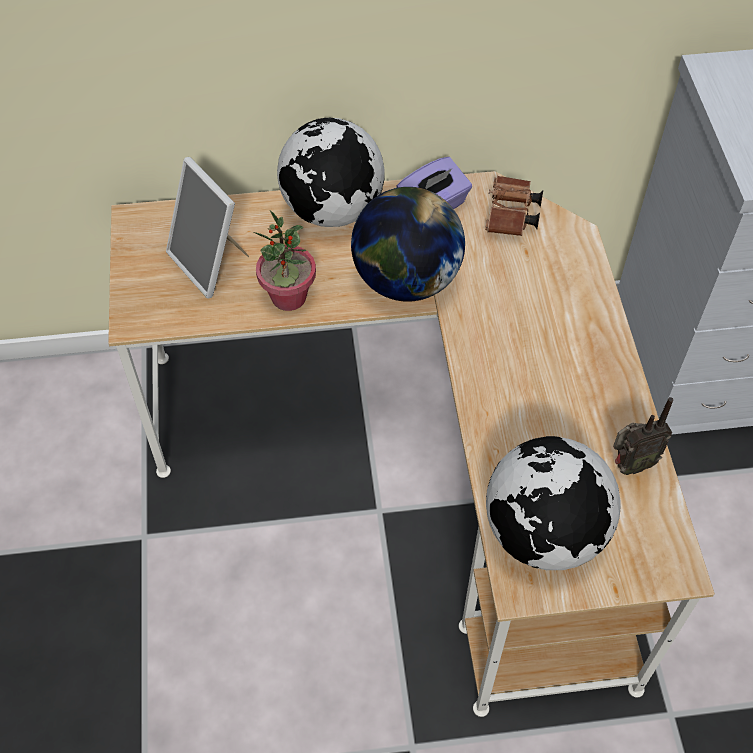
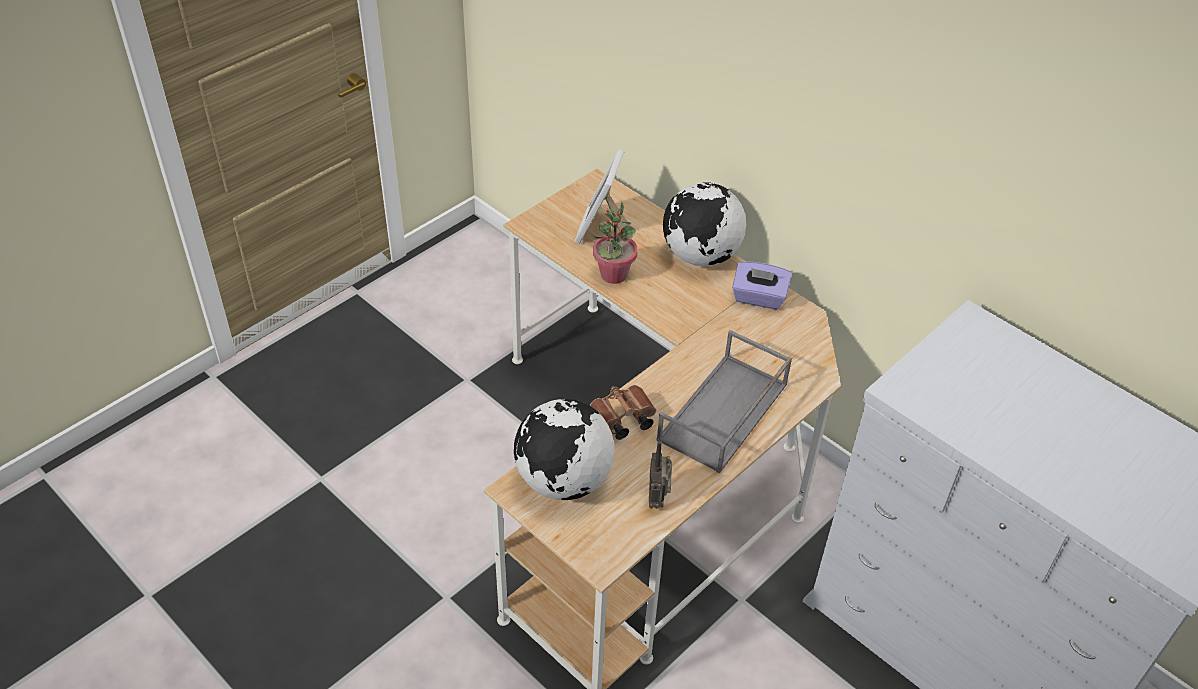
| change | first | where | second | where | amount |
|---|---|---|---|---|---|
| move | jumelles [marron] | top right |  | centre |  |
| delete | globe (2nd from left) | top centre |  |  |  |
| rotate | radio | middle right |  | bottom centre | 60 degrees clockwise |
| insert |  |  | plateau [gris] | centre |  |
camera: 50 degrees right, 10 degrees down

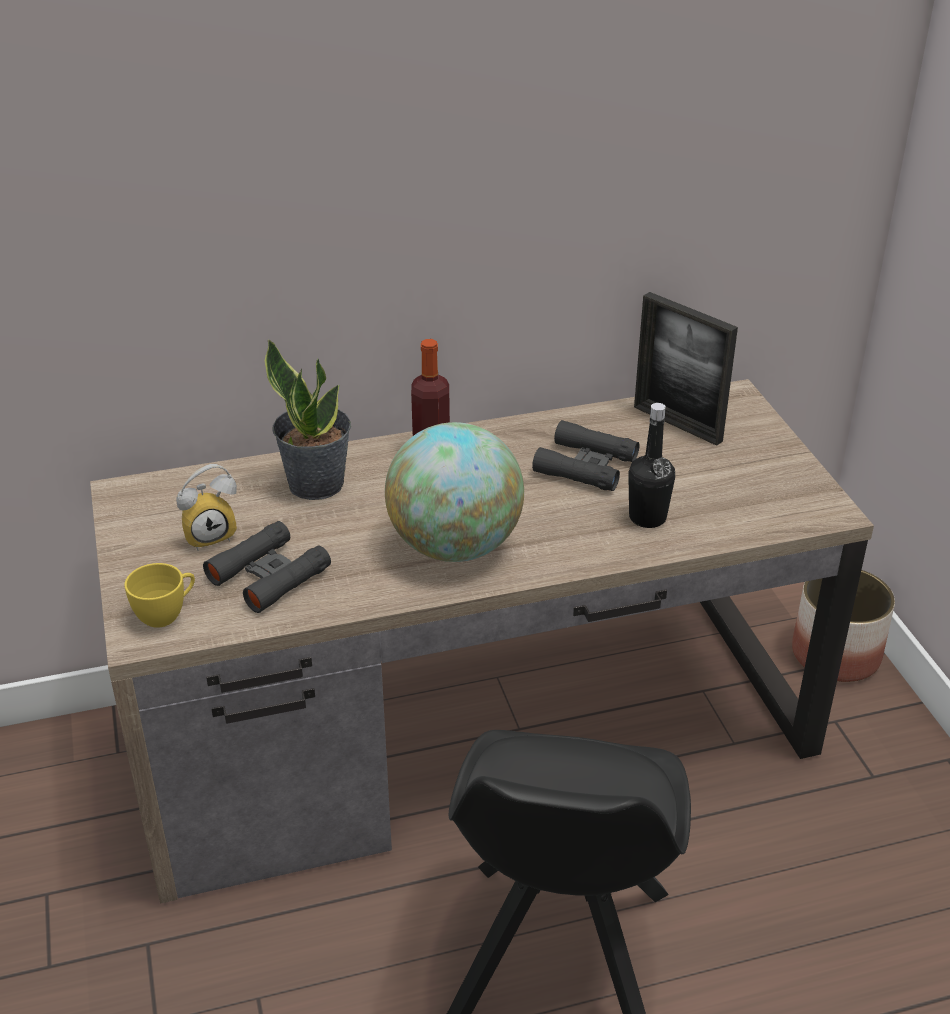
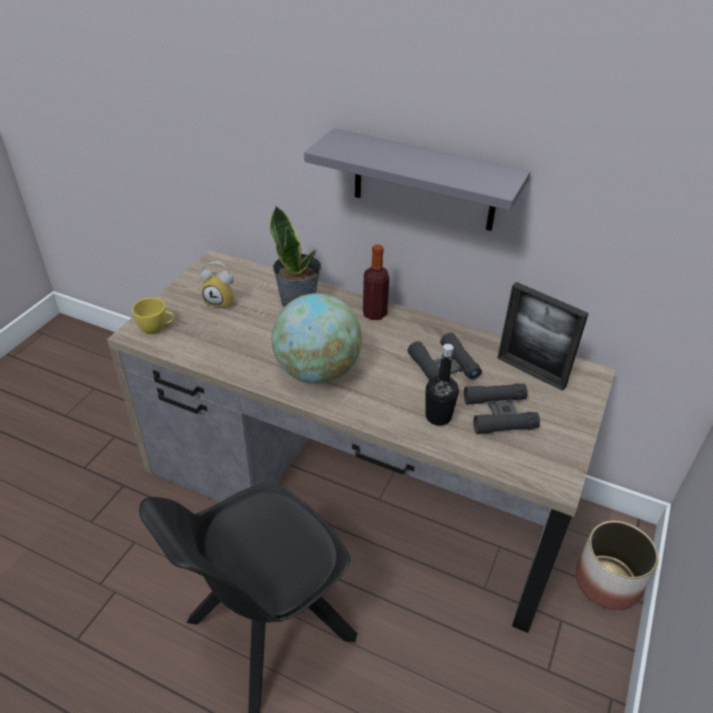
| change | first | where | second | where | amount |
|---|---|---|---|---|---|
| rotate | cadre photo | middle right |  | middle right | 45 degrees counterclockwise |
| move | jumelles [noir] (1st from left in the first image) | middle left | jumelles [noir] (2nd from left) | middle right |  |
| insert |  |  | étagère [gris] | top centre |  |
camera: 40 degrees right, 5 degrees up

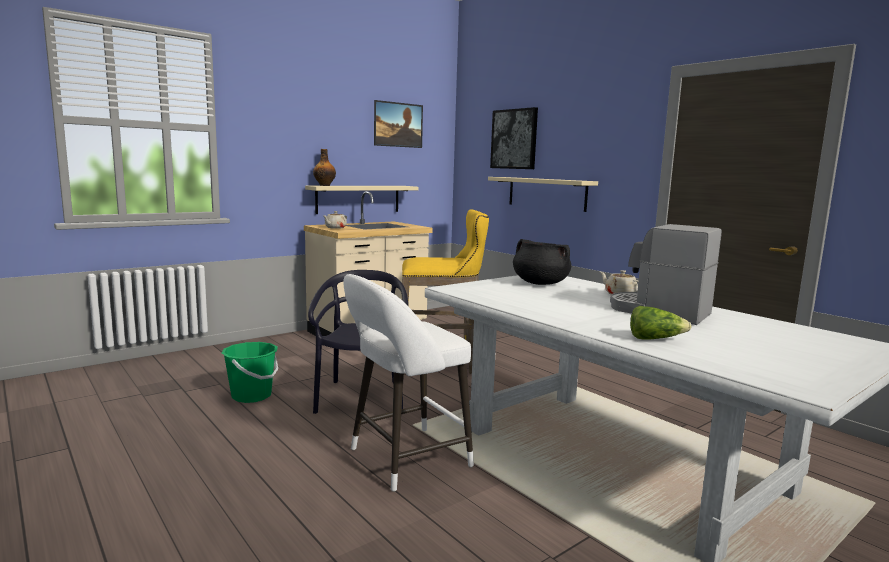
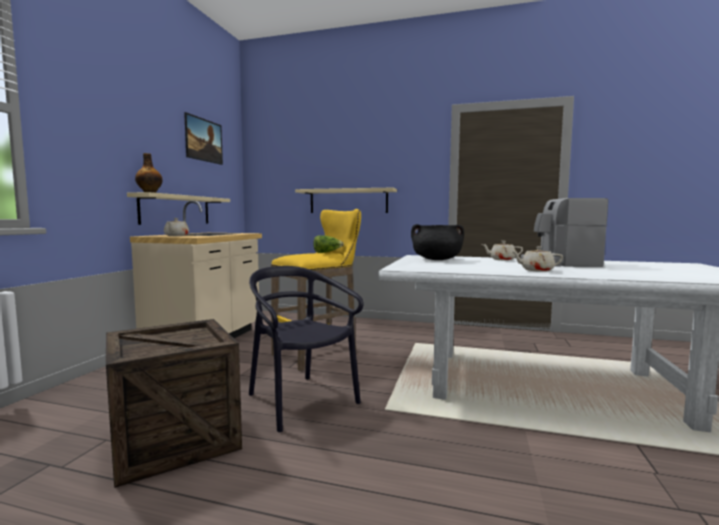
| change | first | where | second | where | amount |
|---|---|---|---|---|---|
| delete | tableau (2nd from left) | top centre |  |  |  |
| delete | tabouret [blanc] | bottom centre |  |  |  |
| move | laitue | middle right |  | centre |  |
| replace | seau [vert] | middle left | caisse | bottom left |  |
| insert |  |  | théière [beige] (3rd from left) | middle right |  |
camera: 35 degrees left, 5 degrees down

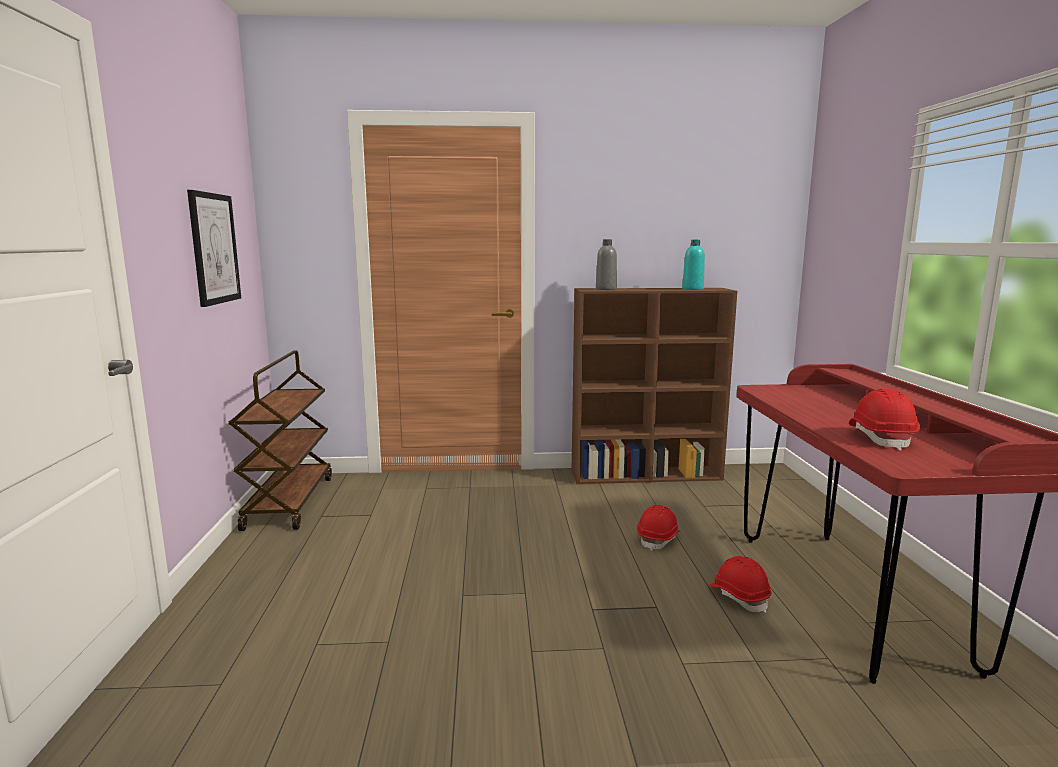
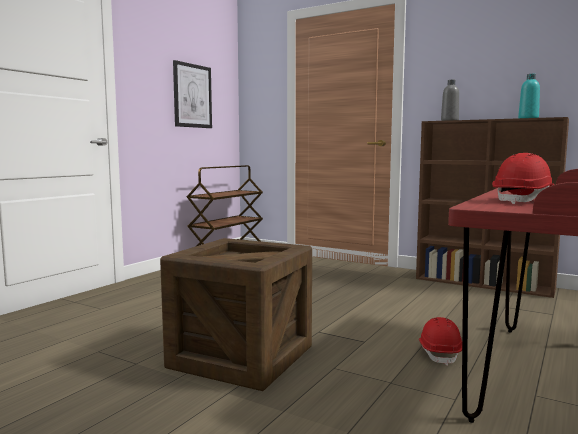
| change | first | where | second | where | amount |
|---|---|---|---|---|---|
| delete | casque de chantier [rouge] (1st from left) | bottom centre |  |  |  |
| insert |  |  | caisse | bottom centre |  |
camera: 35 degrees right, 5 degrees down

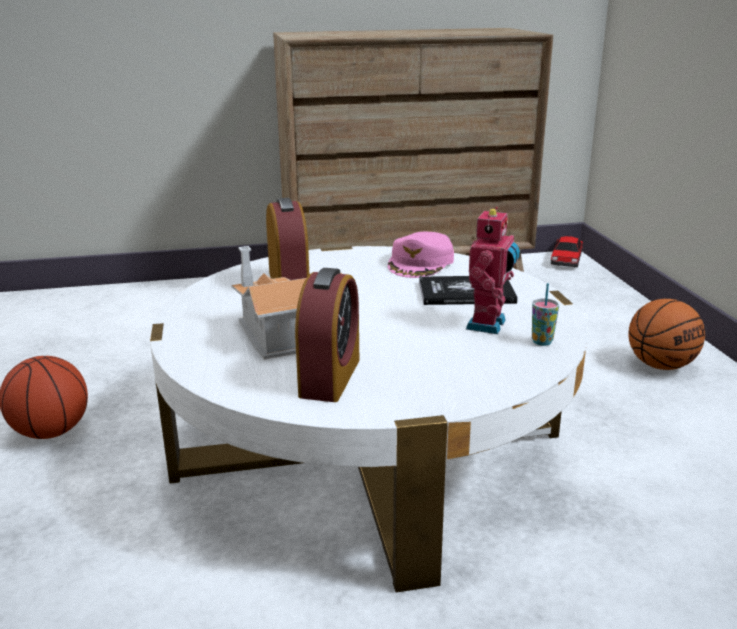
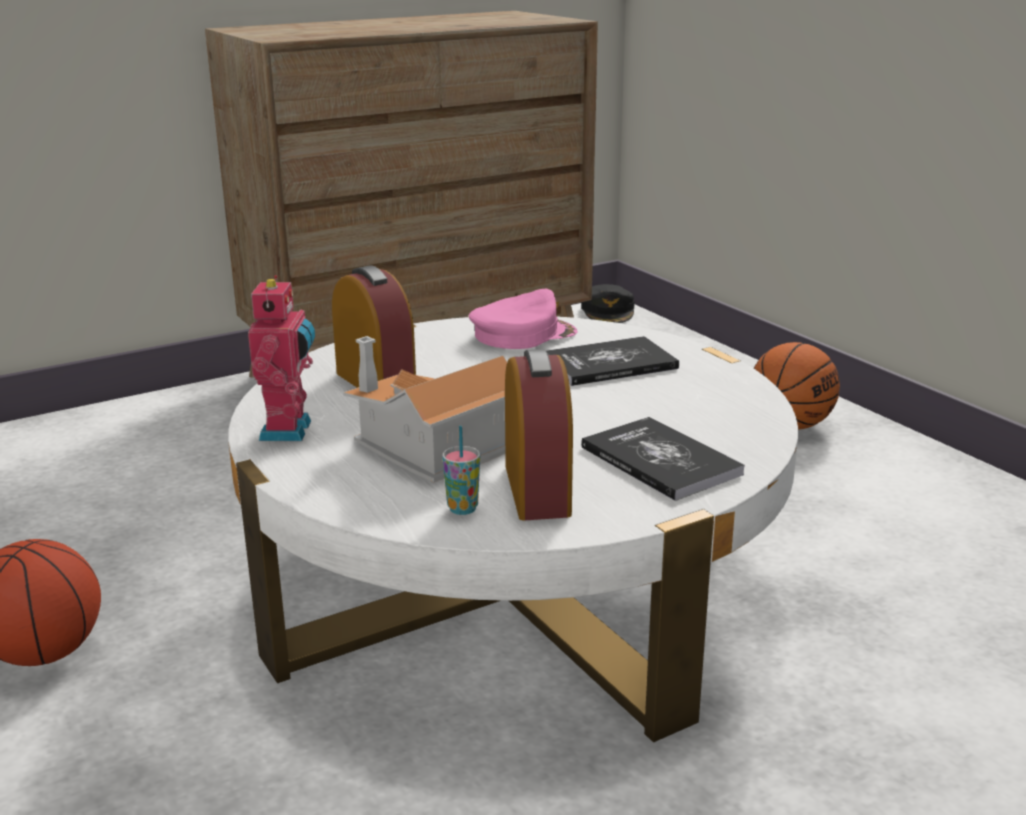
| change | first | where | second | where | amount |
|---|---|---|---|---|---|
| move | robot jouet | middle right |  | middle left |  |
| rotate | casquette [rose] | centre |  | centre | 120 degrees counterclockwise |
| replace | petite voiture | middle right | casquette [noir] | centre |  |
| move | tasse | middle right |  | centre |  |
| insert |  |  | livre (2nd from left) | centre |  |
camera: 20 degrees left, 0 degrees up

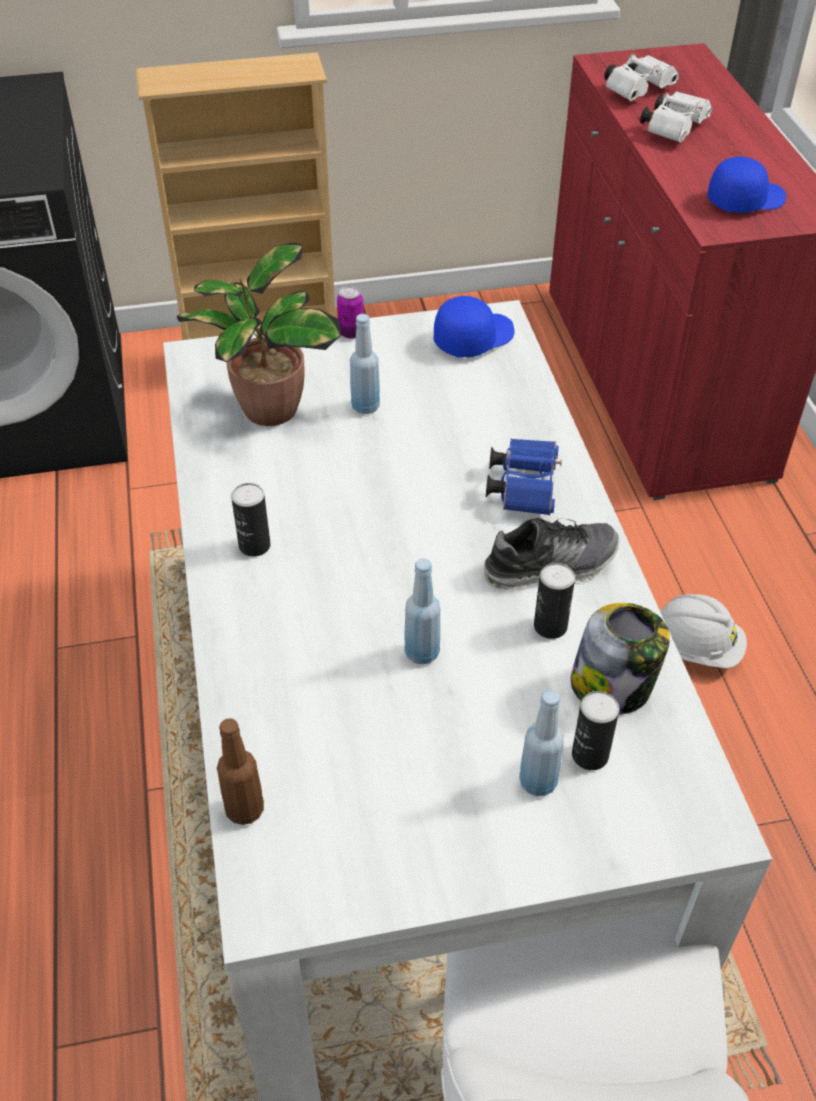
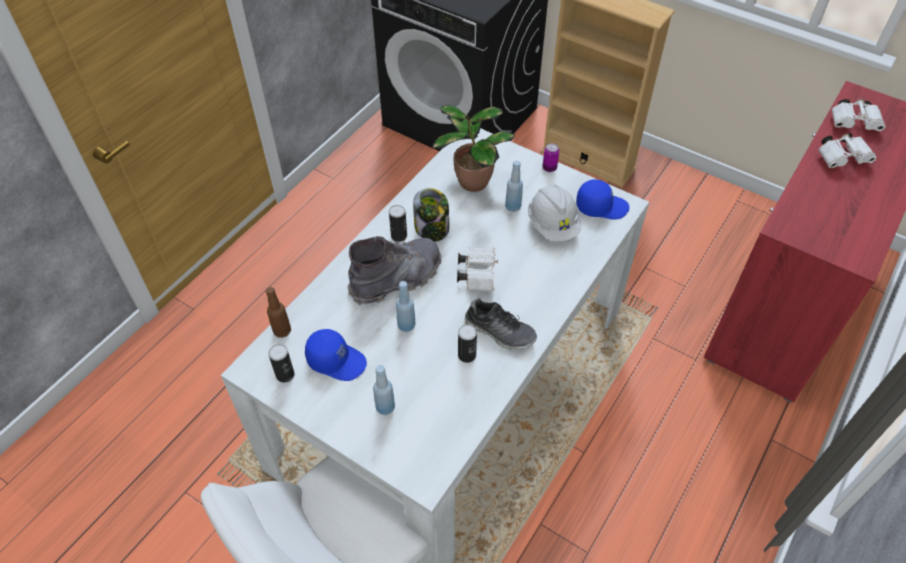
| change | first | where | second | where | amount |
|---|---|---|---|---|---|
| move | casquette [bleu] (2nd from left in the first image) | top right | casquette [bleu] (1st from left) | centre |  |
| delete | jumelles [bleu] | centre |  |  |  |
| move | casque de chantier [blanc] | middle right |  | centre |  |
| move | bocal | middle right |  | centre |  |
| move | boîte métallique (4th from left in the first image) | middle right | boîte métallique (1st from left) | middle left |  |
| insert |  |  | botte [gris] | centre |  |
| insert |  |  | jumelles [blanc] (1st from left) | centre |  |
camera: 45 degrees right, 5 degrees up

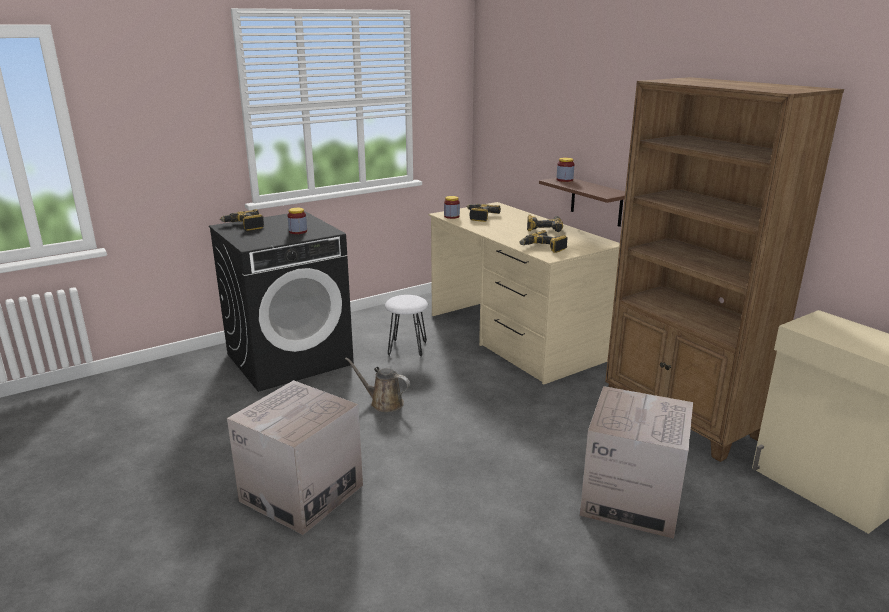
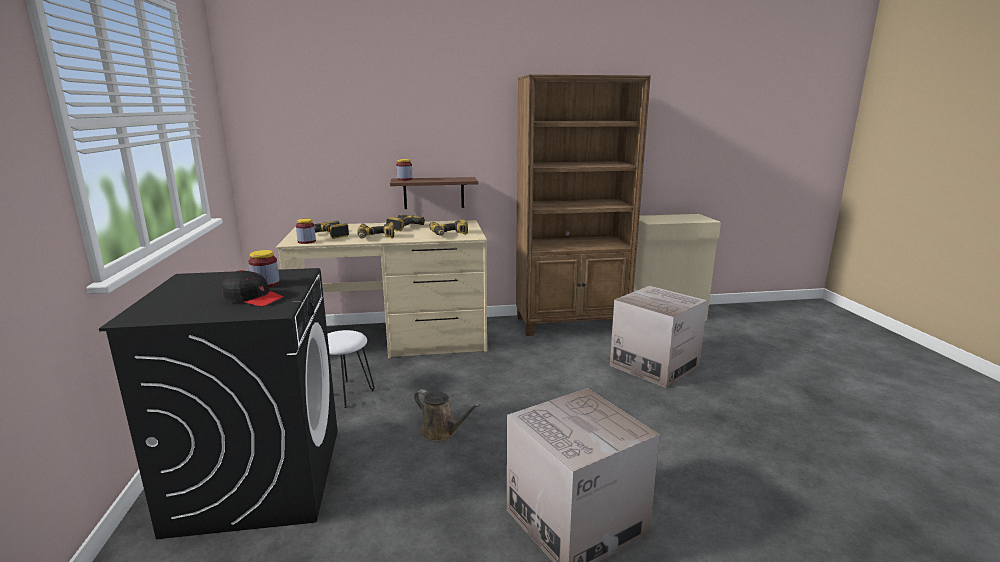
| change | first | where | second | where | amount |
|---|---|---|---|---|---|
| move | perceuse (1st from left in the first image) | middle left | perceuse (2nd from left) | centre |  |
| rotate | arrosoir [marron] | centre |  | bottom centre | 105 degrees counterclockwise |
| insert |  |  | casquette [noir] | middle left |  |
camera: 65 degrees left, 5 degrees down

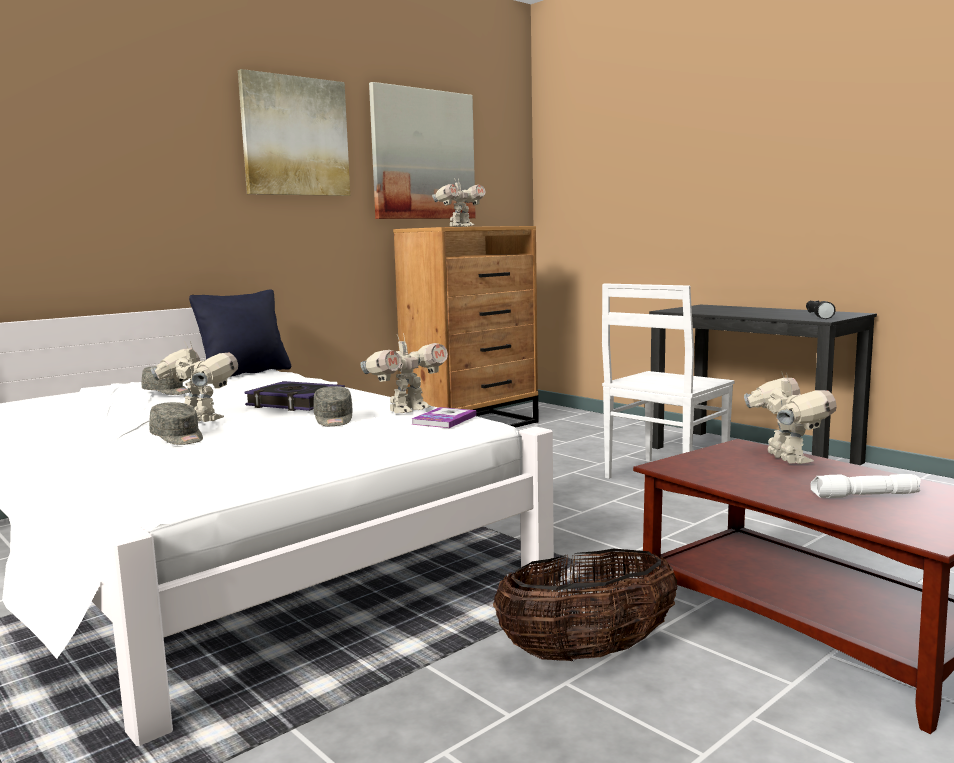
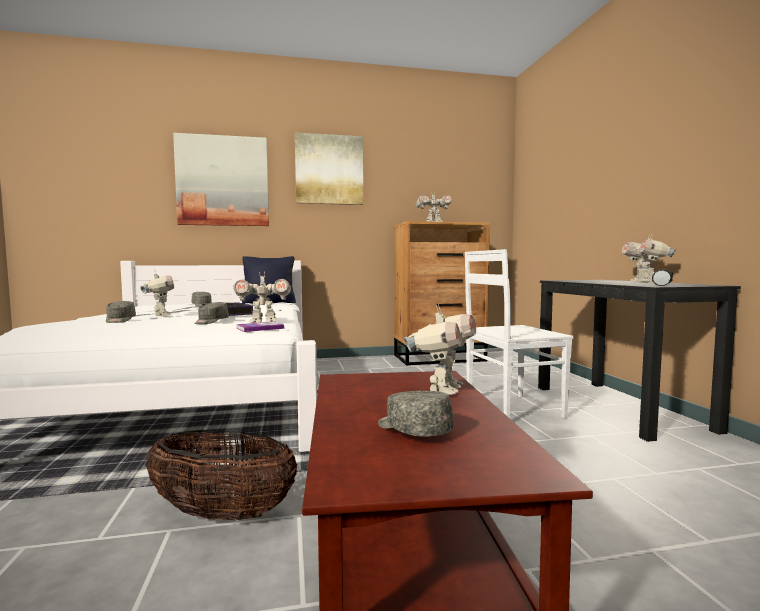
| change | first | where | second | where | amount |
|---|---|---|---|---|---|
| move | tableau (2nd from left in the first image) | top centre | tableau (1st from left) | top left |  |
| replace | lampe de poche [blanc] | middle right | casquette [gris] (4th from left) | bottom centre |  |
| insert |  |  | robot jouet (5th from left) | middle right |  |
camera: 30 degrees right, 5 degrees down

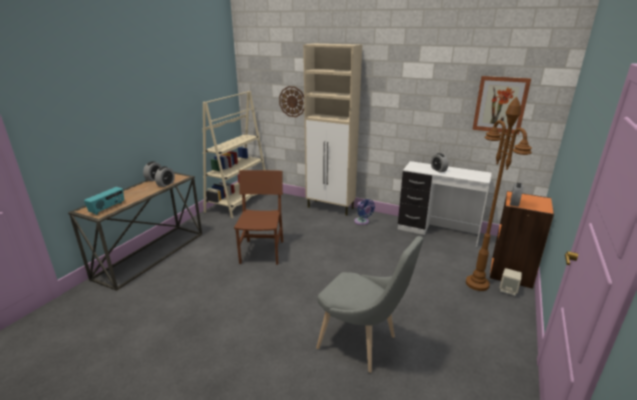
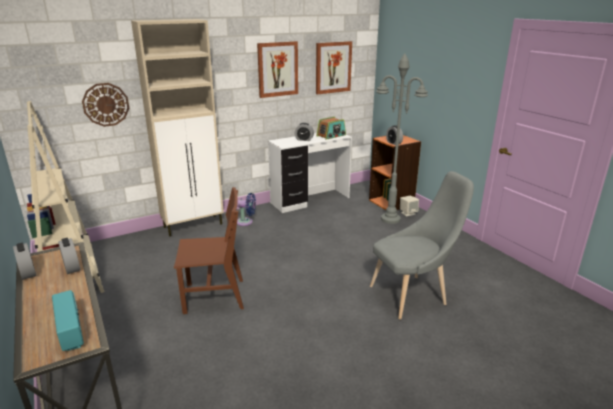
| change | first | where | second | where | amount |
|---|---|---|---|---|---|
| recolor | lampadaire [marron] | middle right | lampadaire [gris] | centre |  |
| rotate | chaise [marron] | centre |  | centre | 135 degrees clockwise |
| insert |  |  | tableau (1st from left) | top centre |  |
| insert |  |  | radio (2nd from left) | top centre |  |
camera: 55 degrees left, 0 degrees up

